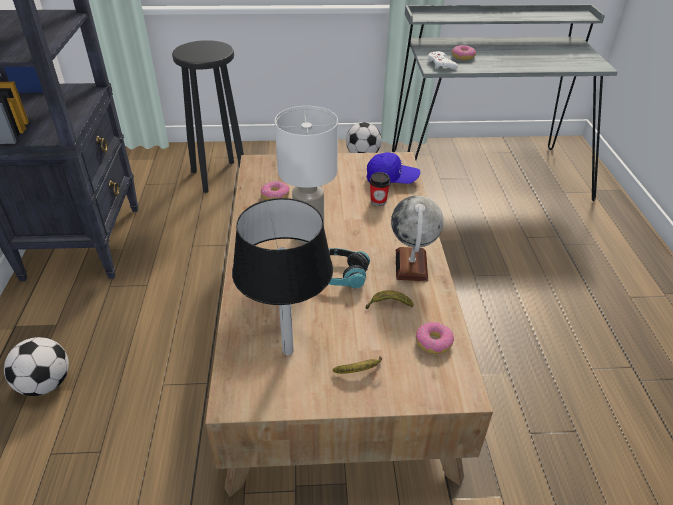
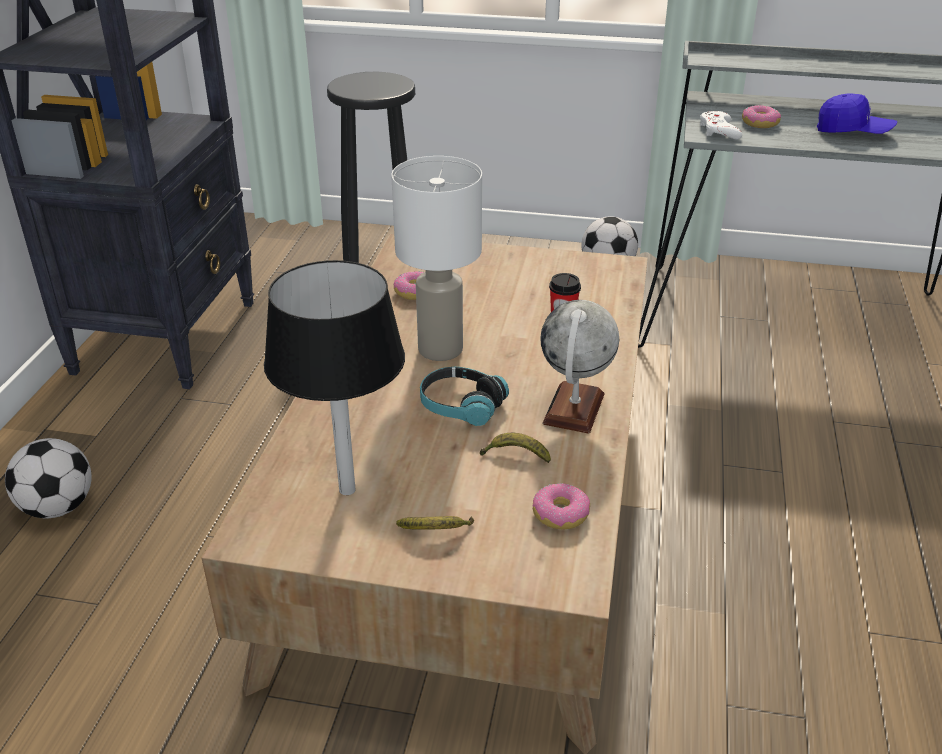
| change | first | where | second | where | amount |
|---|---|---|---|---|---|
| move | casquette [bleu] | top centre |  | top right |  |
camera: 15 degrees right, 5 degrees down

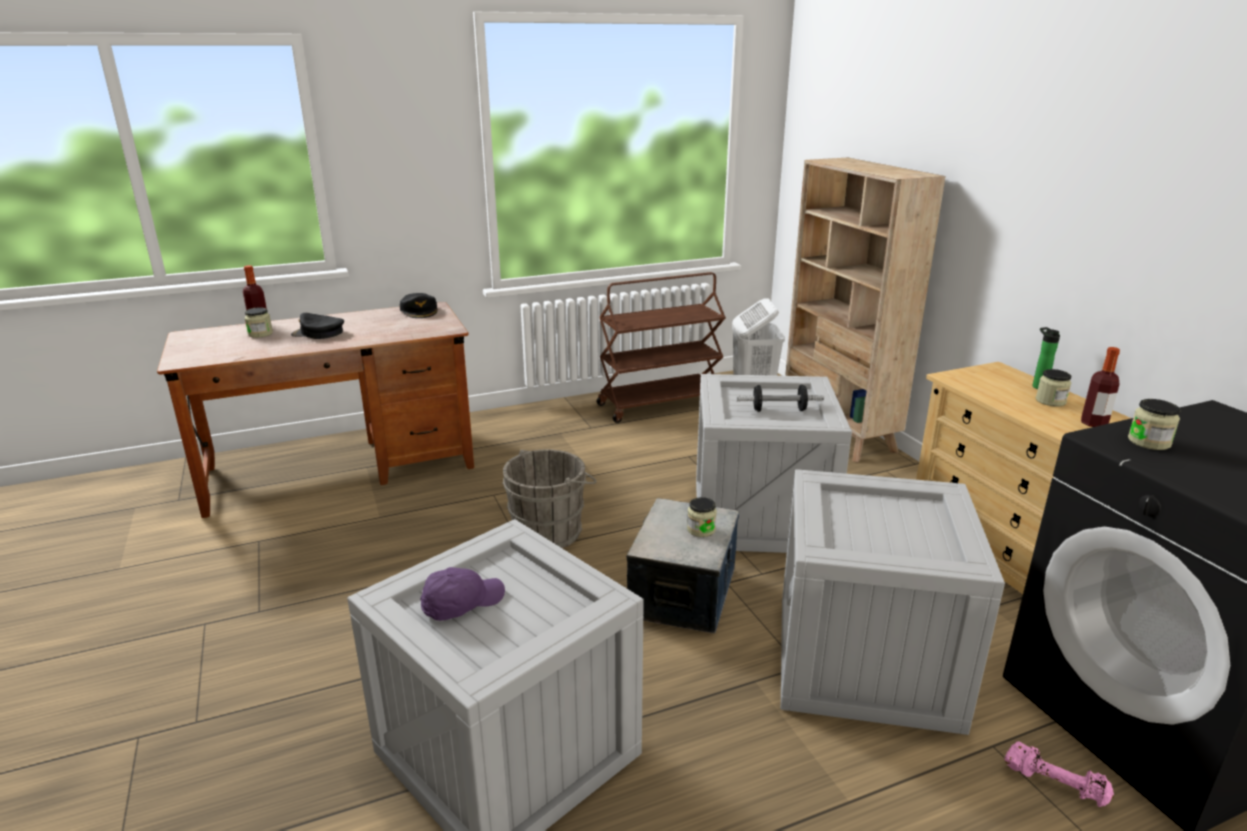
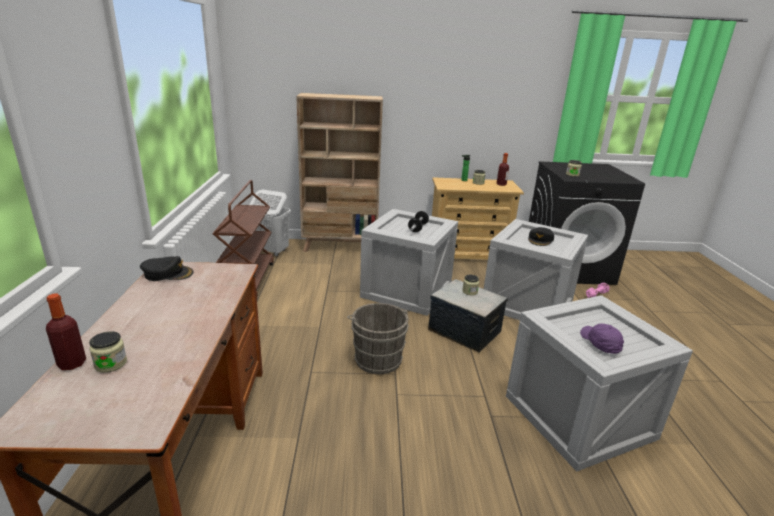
| change | first | where | second | where | amount |
|---|---|---|---|---|---|
| move | casquette [noir] (1st from left in the first image) | middle left | casquette [noir] (2nd from left) | middle right |  |
camera: 70 degrees left, 0 degrees up

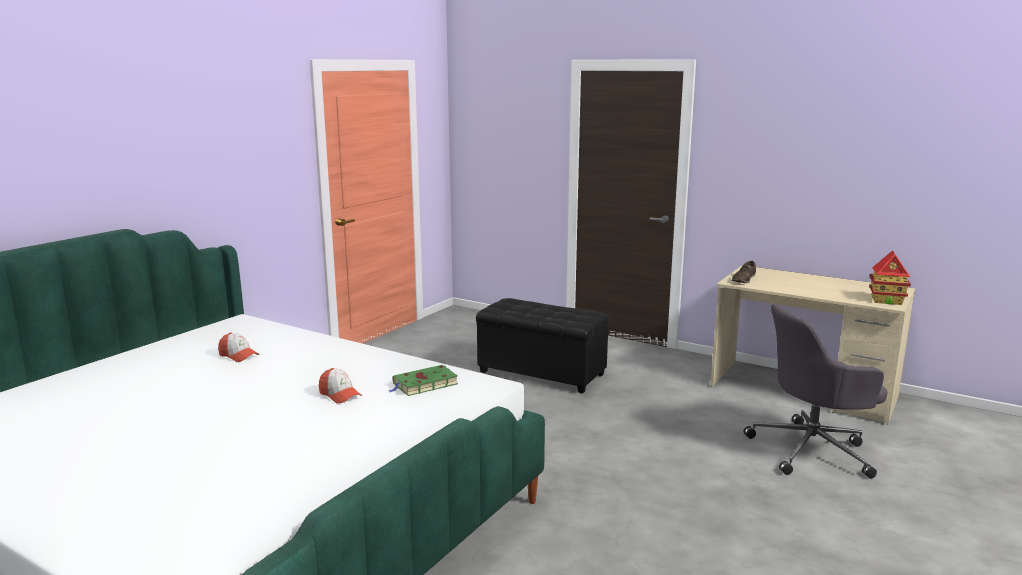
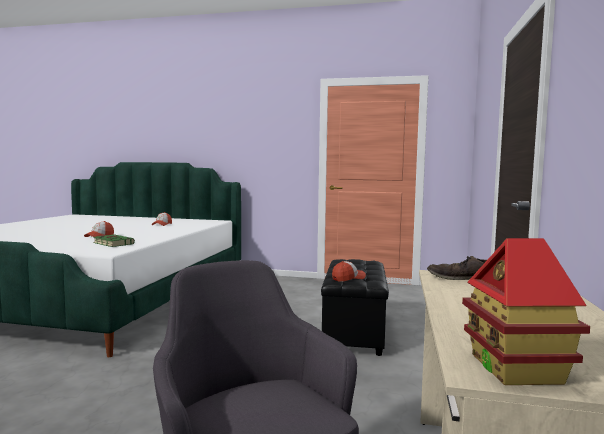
| change | first | where | second | where | amount |
|---|---|---|---|---|---|
| insert |  |  | casquette (3rd from left) | centre |  |
camera: 70 degrees right, 10 degrees down

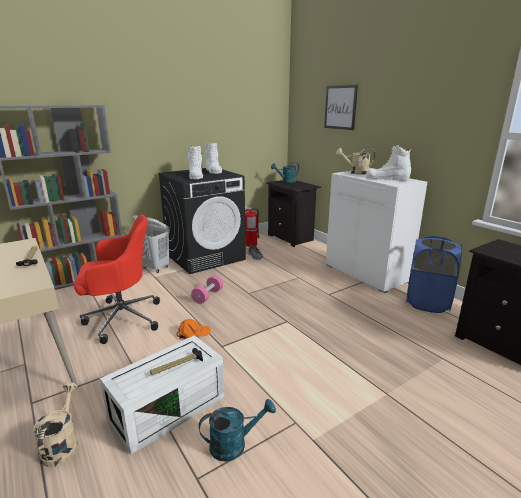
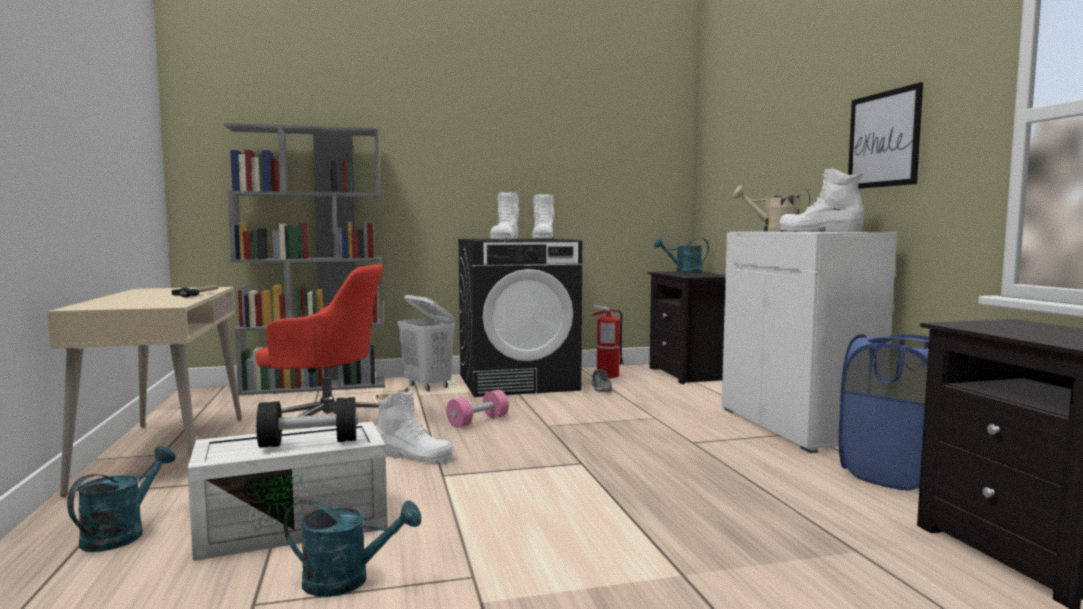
| change | first | where | second | where | amount |
|---|---|---|---|---|---|
| move | tableau | top centre |  | top right |  |
| replace | casquette [orange] | centre | botte [blanc] (1st from left) | bottom centre |  |
| replace | marteau (2nd from left) | bottom centre | haltère [noir] | bottom left |  |
| recolor | arrosoir [beige] (1st from left) | bottom left | arrosoir [turquoise] (1st from left) | bottom left |  |
camera: 20 degrees right, 15 degrees down

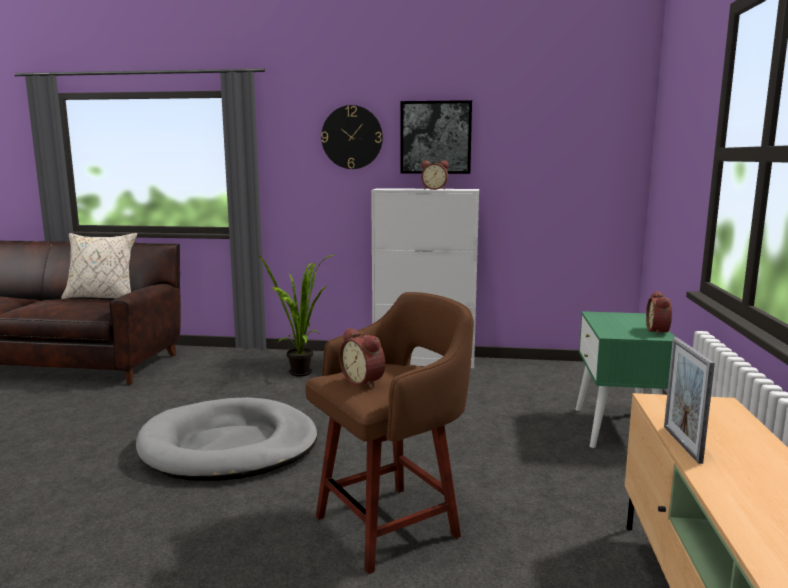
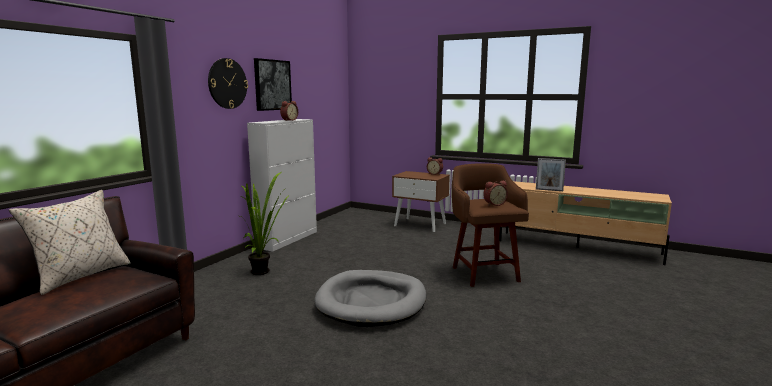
| change | first | where | second | where | amount |
|---|---|---|---|---|---|
| recolor | table de chevet [vert] | middle right | table de chevet [marron] | centre |  |
camera: 70 degrees left, 0 degrees up

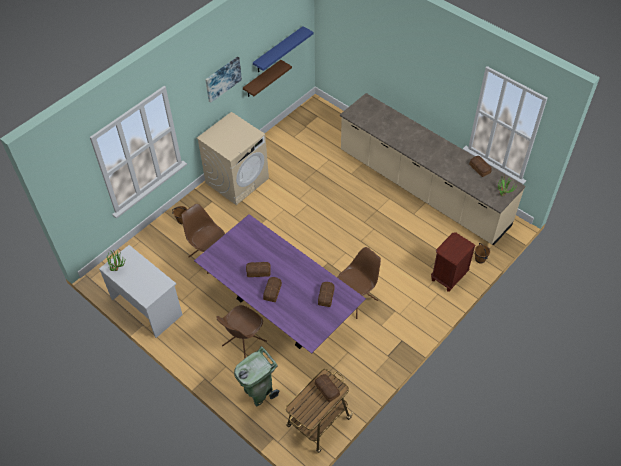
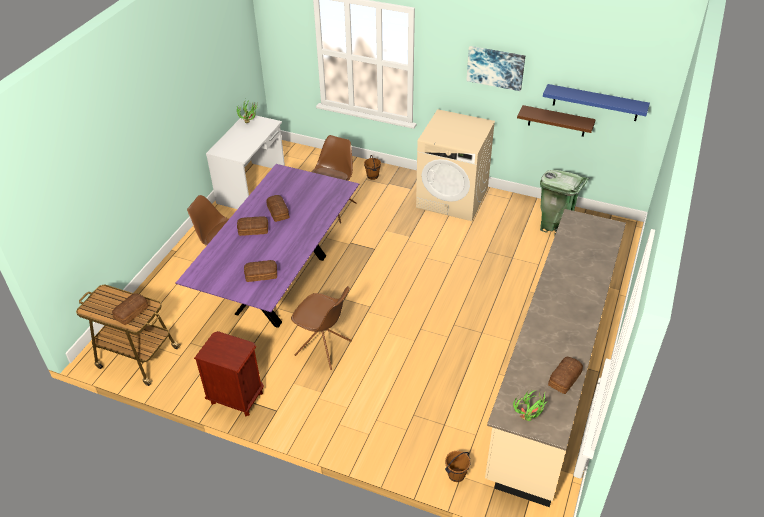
| change | first | where | second | where | amount |
|---|---|---|---|---|---|
| move | table de chevet [marron] | middle right |  | bottom left |  |
| move | poubelle [vert] | bottom centre |  | middle right |  |
camera: 70 degrees right, 10 degrees down

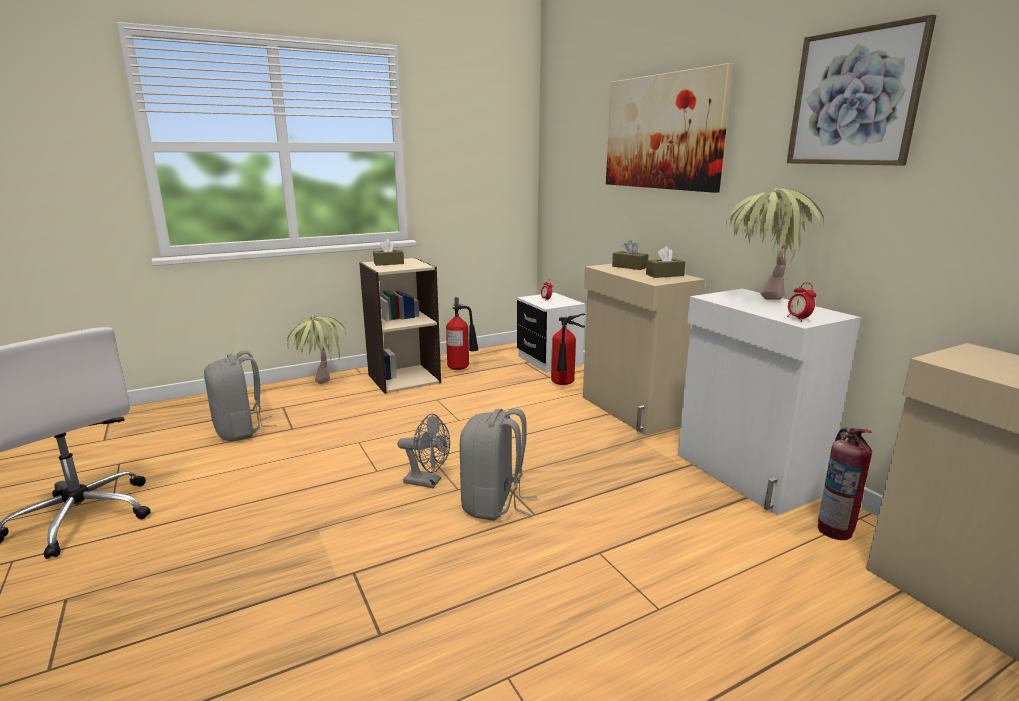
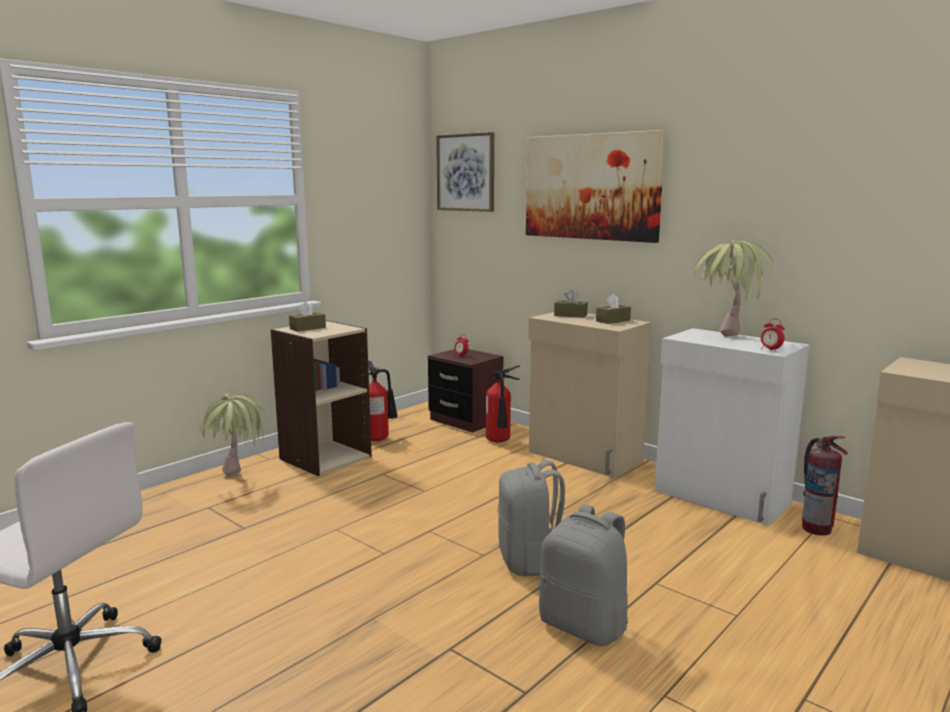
| change | first | where | second | where | amount |
|---|---|---|---|---|---|
| move | tableau (2nd from left in the first image) | top right | tableau (1st from left) | top centre |  |
| recolor | table de chevet [blanc] | centre | table de chevet [marron] | centre |  |
| move | sac à dos [gris] (1st from left in the first image) | middle left | sac à dos [gris] (2nd from left) | bottom centre |  |
| delete | ventilateur [gris] | centre |  |  |  |
camera: 20 degrees left, 5 degrees down

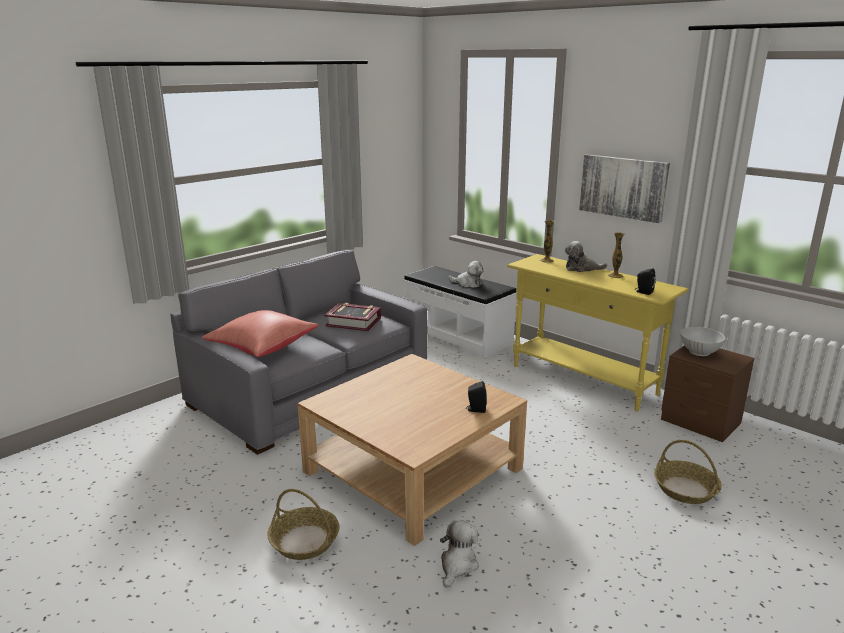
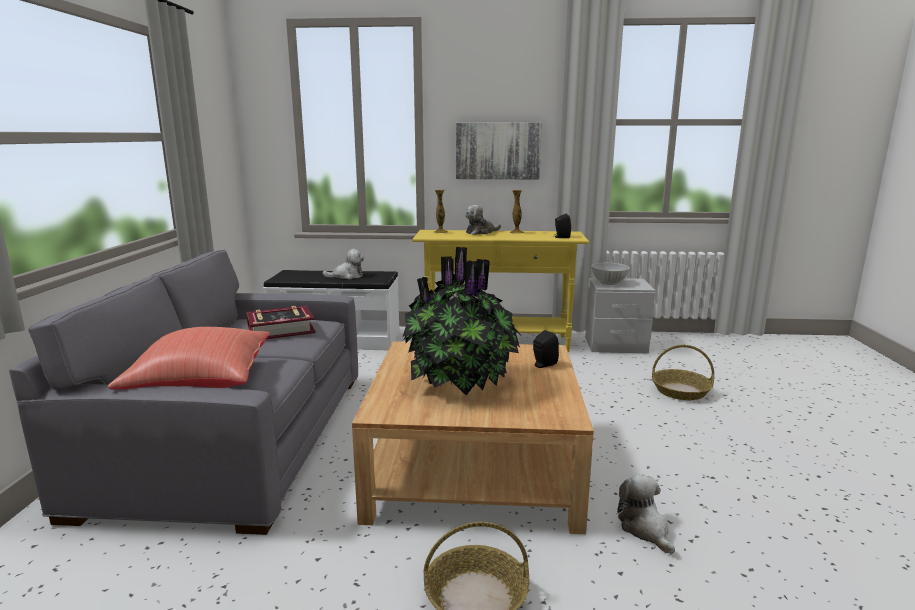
| change | first | where | second | where | amount |
|---|---|---|---|---|---|
| recolor | table de chevet [marron] | middle right | table de chevet [gris] | middle right |  |
| insert |  |  | plante en pot | centre |  |
camera: 40 degrees left, 5 degrees down

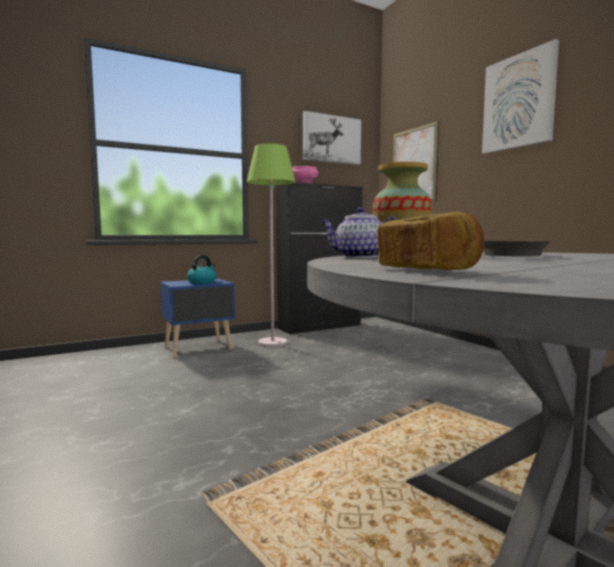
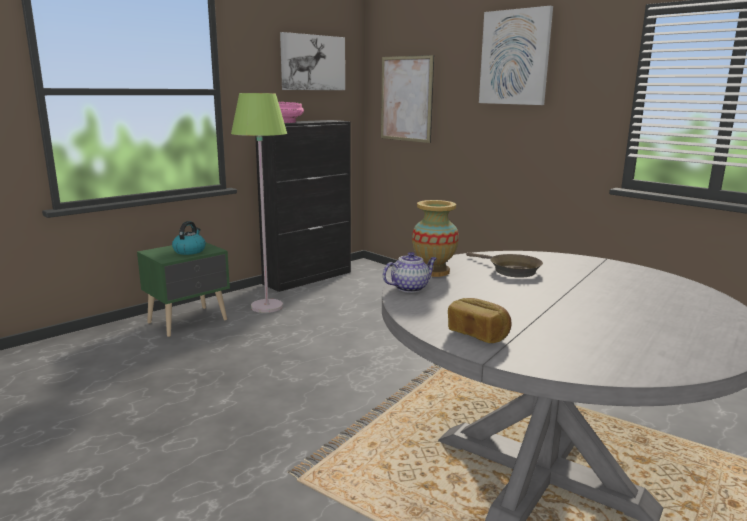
| change | first | where | second | where | amount |
|---|---|---|---|---|---|
| rotate | théière | centre |  | centre | 150 degrees clockwise |
| recolor | table de chevet [bleu] | middle left | table de chevet [vert] | middle left |  |
camera: 15 degrees left, 10 degrees up

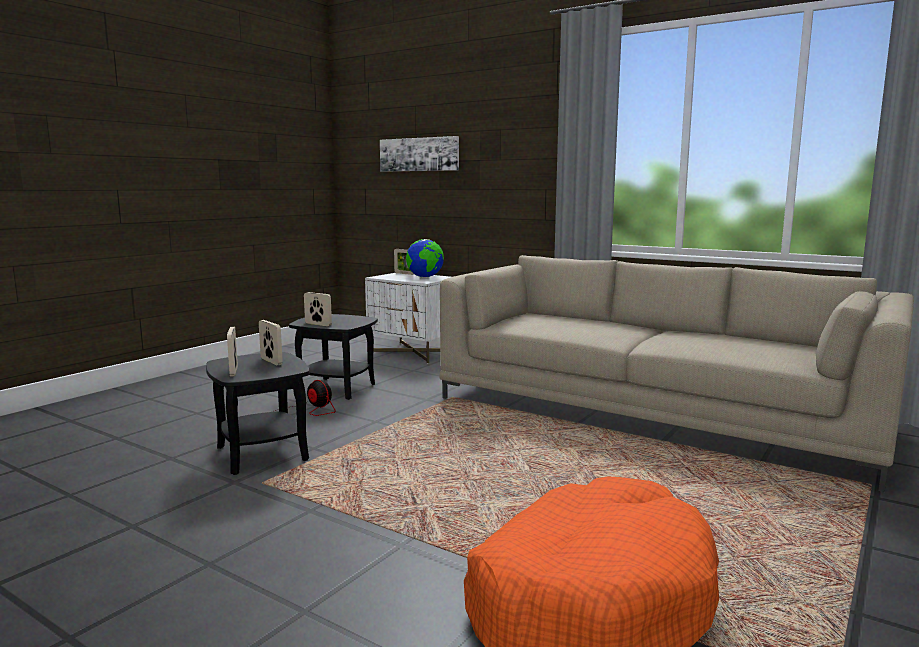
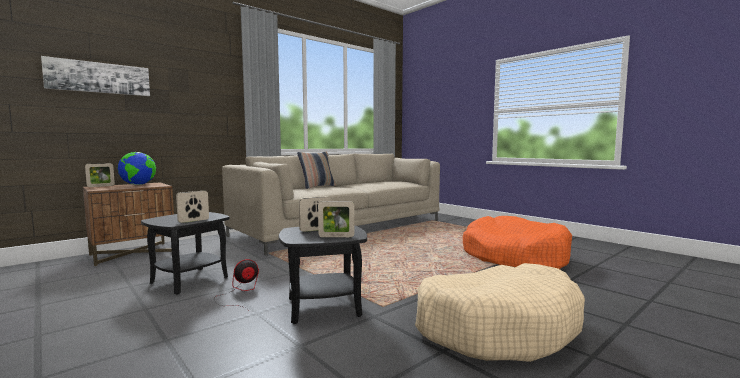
| change | first | where | second | where | amount |
|---|---|---|---|---|---|
| recolor | table de chevet [blanc] | centre | table de chevet [marron] | middle left |  |
| insert |  |  | coussin | centre |  |
| insert |  |  | panier pour chien [beige] | bottom right |  |
camera: 75 degrees left, 5 degrees down

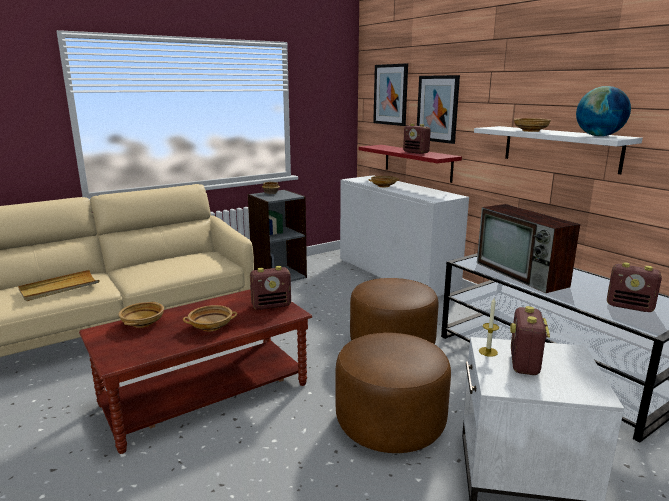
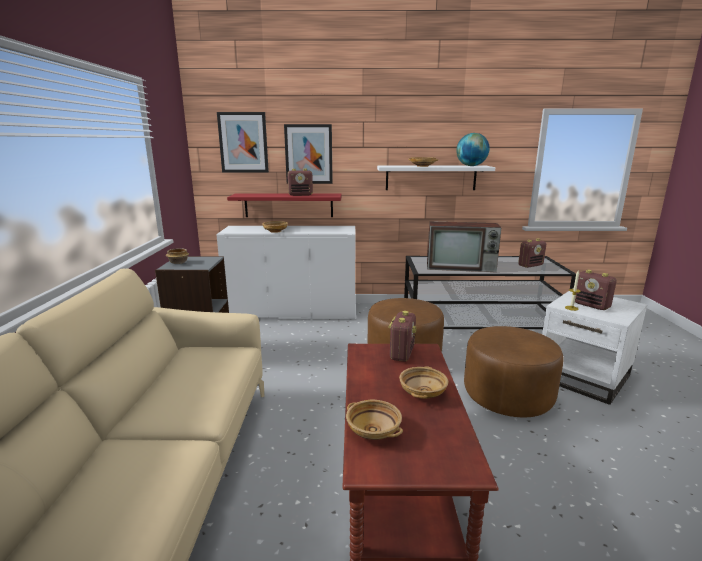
| change | first | where | second | where | amount |
|---|---|---|---|---|---|
| delete | plateau [beige] | middle left |  |  |  |
camera: 55 degrees left, 0 degrees up

